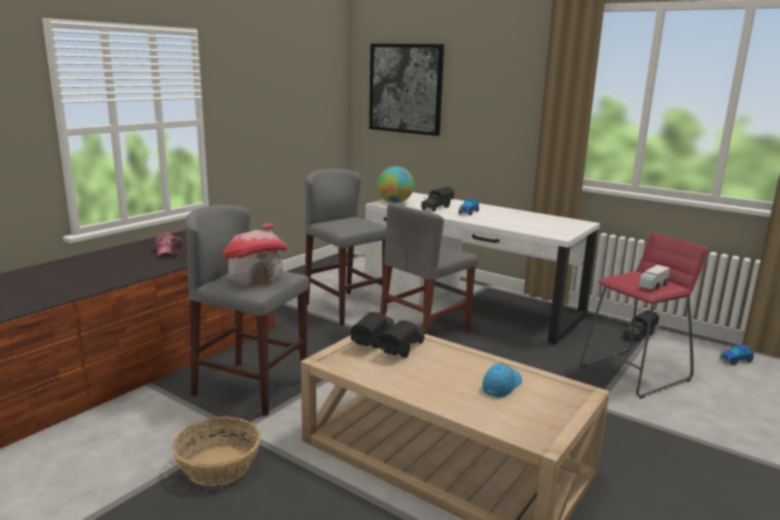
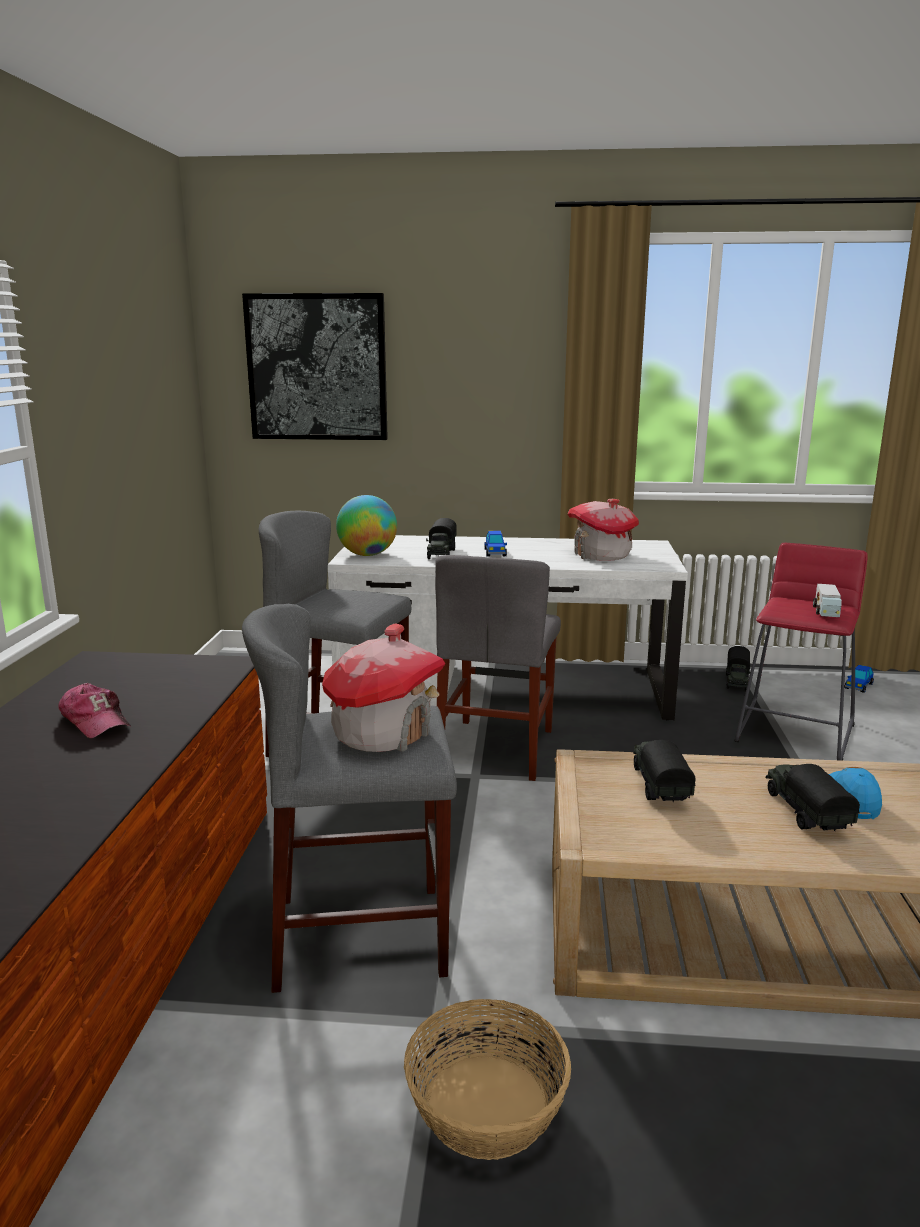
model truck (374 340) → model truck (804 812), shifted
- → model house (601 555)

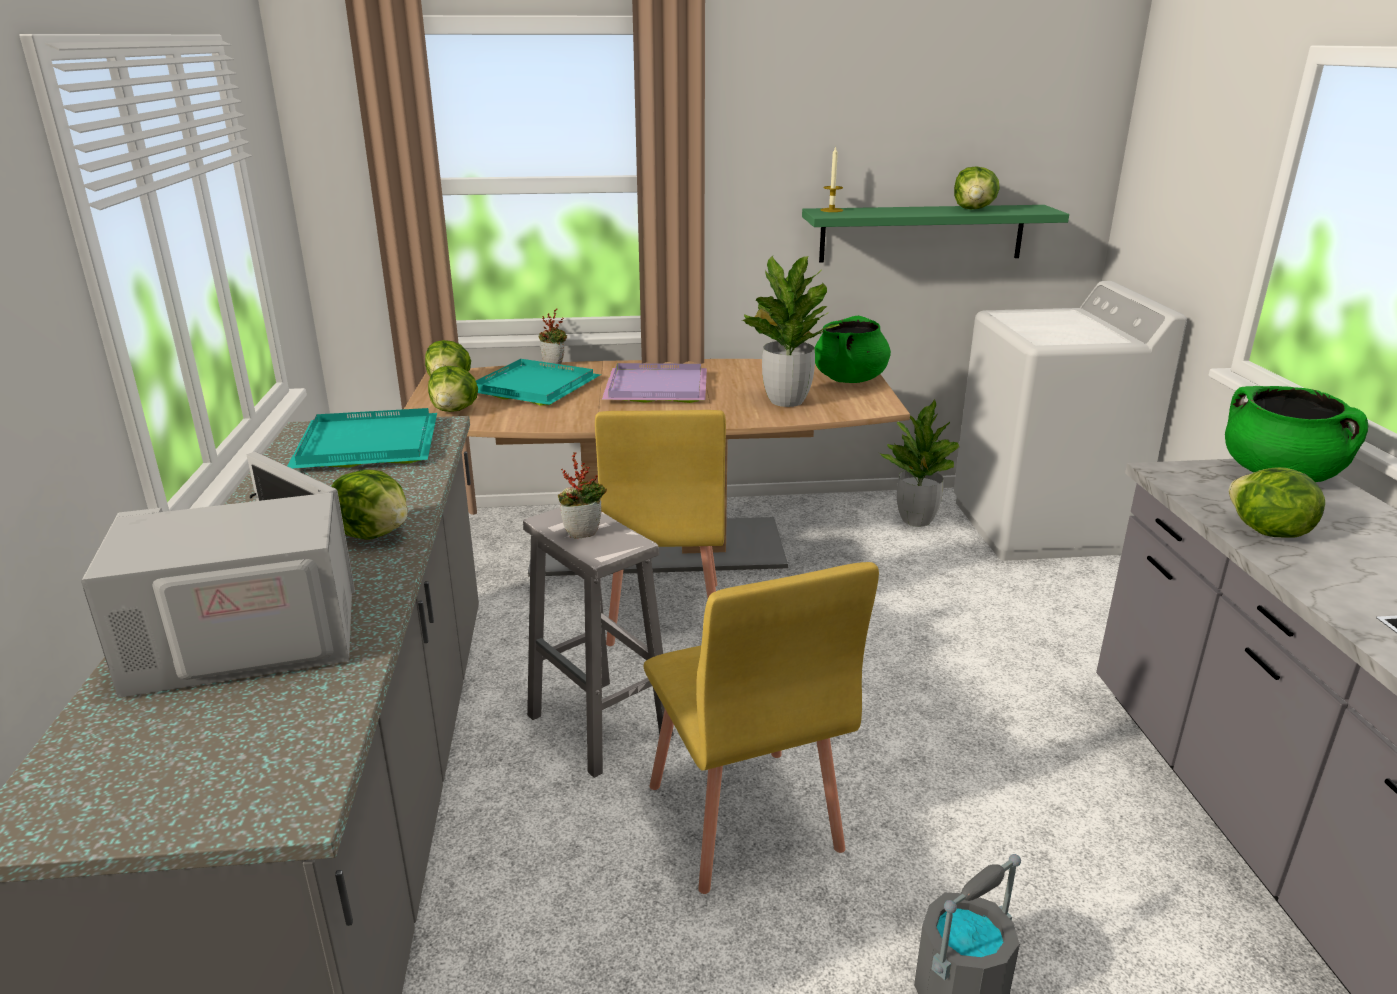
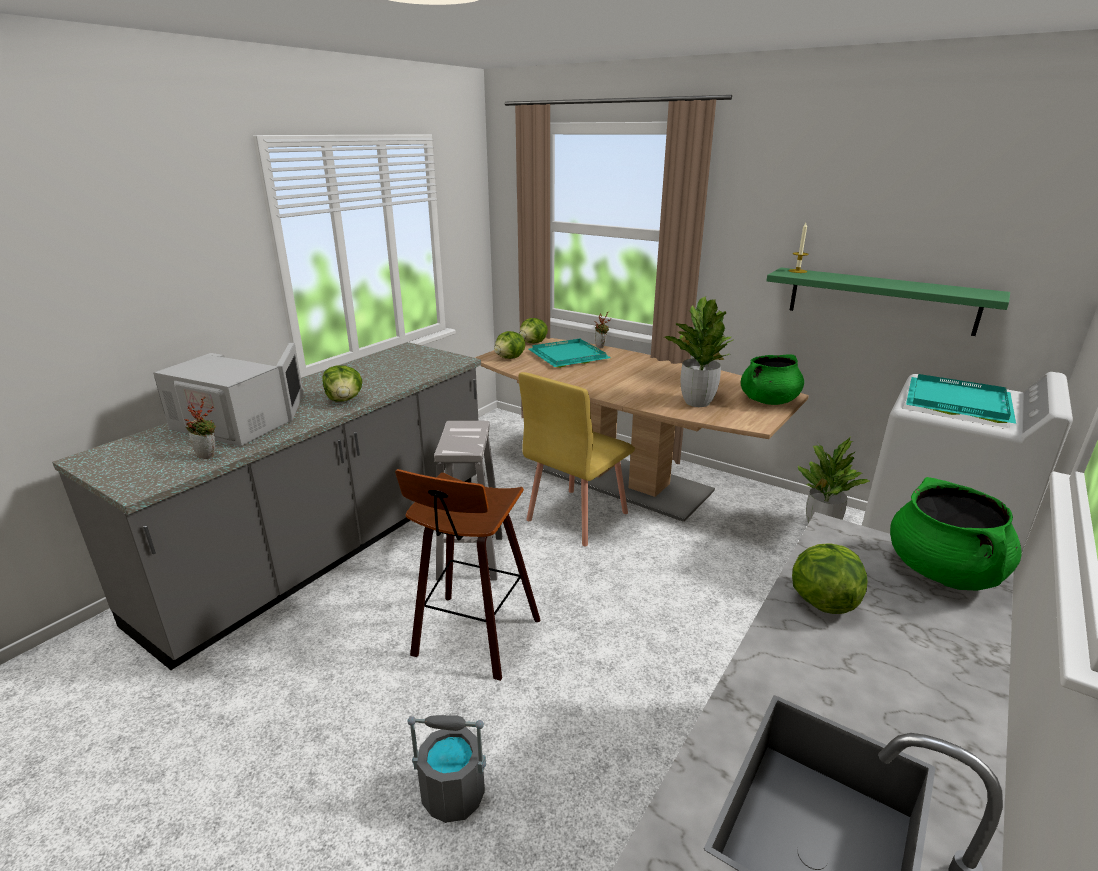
carrying tray (turquoise-coloured) (369 445) → carrying tray (turquoise-coloured) (960 403), shifted
plant in a pot (584 533) → plant in a pot (209 455), shifted
carrying tray (purple) (654 387) → -
plain chair (yellowish) (742 818) → stool (473 639)
lettuce (973 209) → -

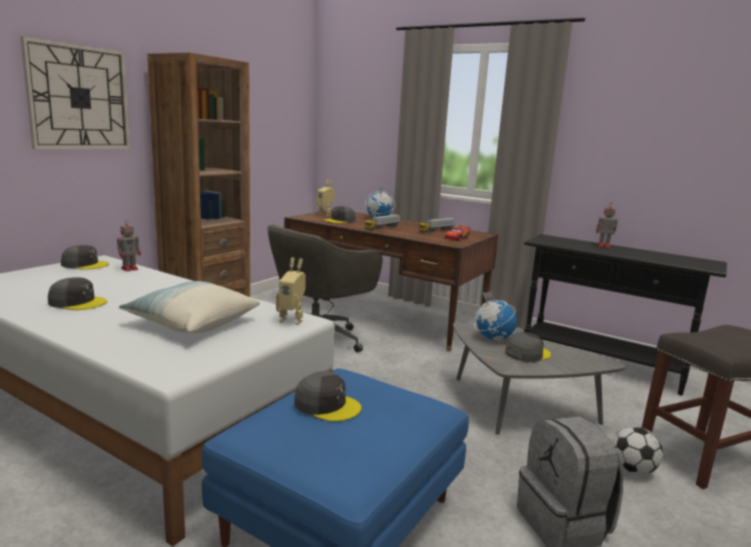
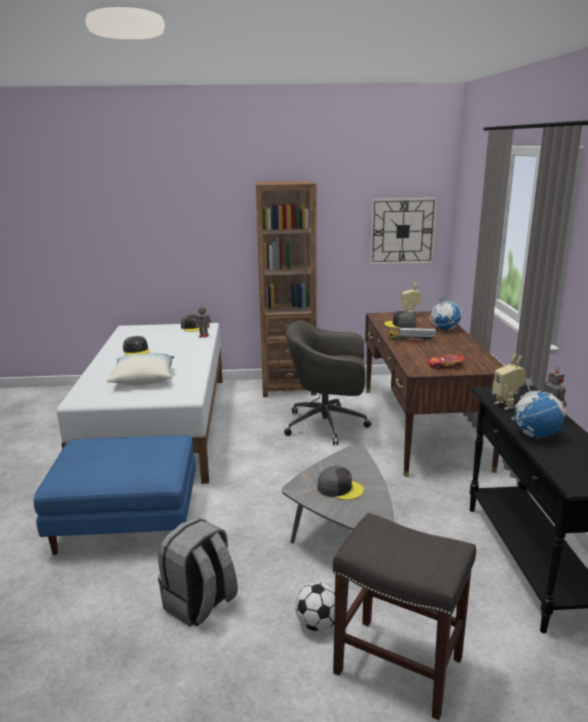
wall clock (79 98) → wall clock (402 231), shifted
model robot (292 320) → model robot (506 405), shifted
baseball cap (gray) (327 405) → -
model truck (436 231) → -
world globe (493 338) → world globe (535 434), shifted

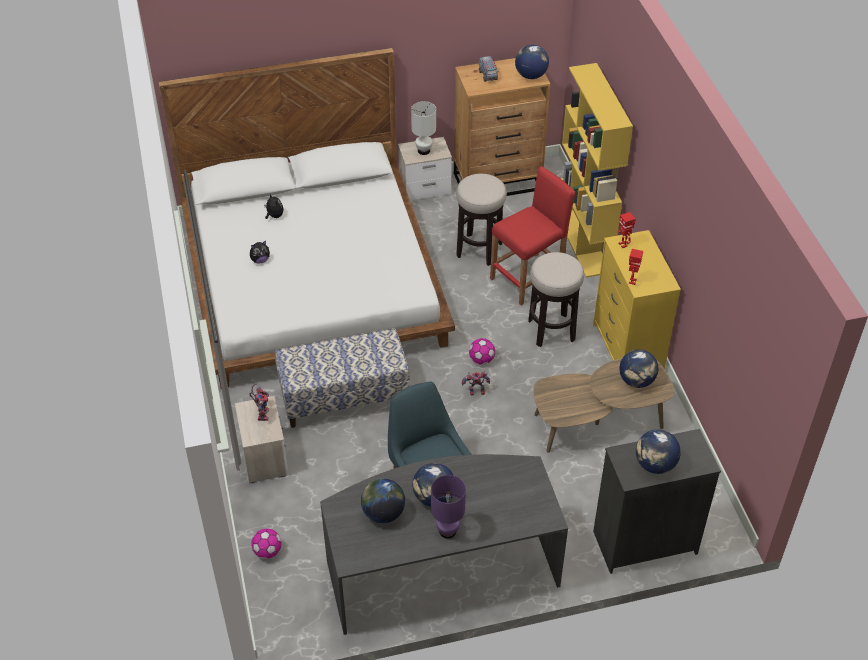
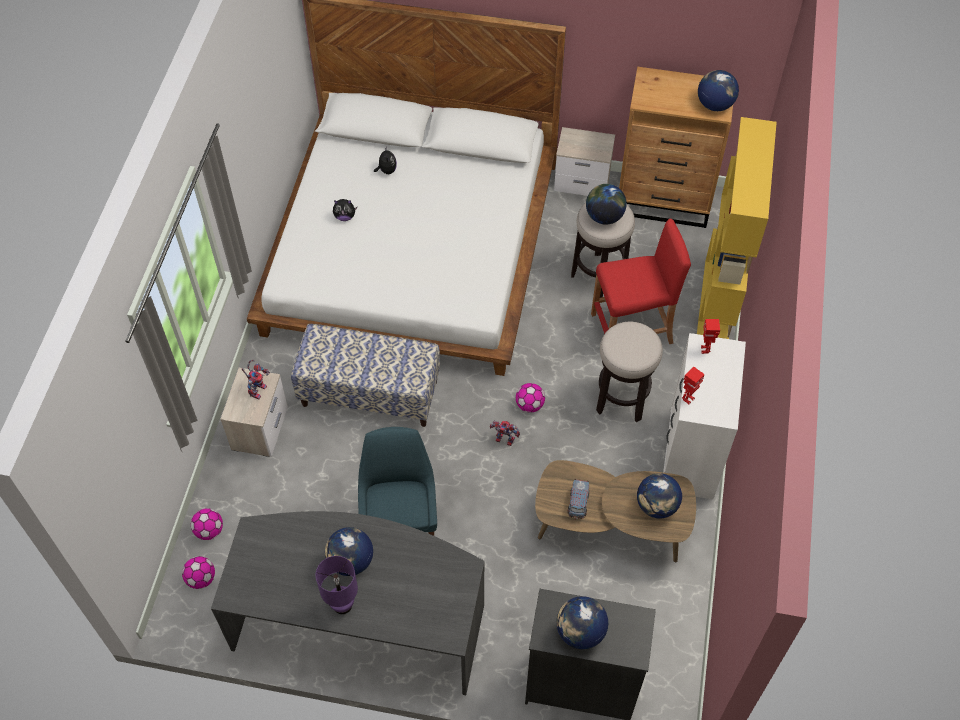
world globe (383 513) → world globe (604 216), shifted
tabletop lamp (whitish) (424 151) → -
model truck (488 75) → model truck (578 504), shifted
dresser (yellowish) (626 349) → dresser (whitish) (690 454)
- → football ball (201 579)

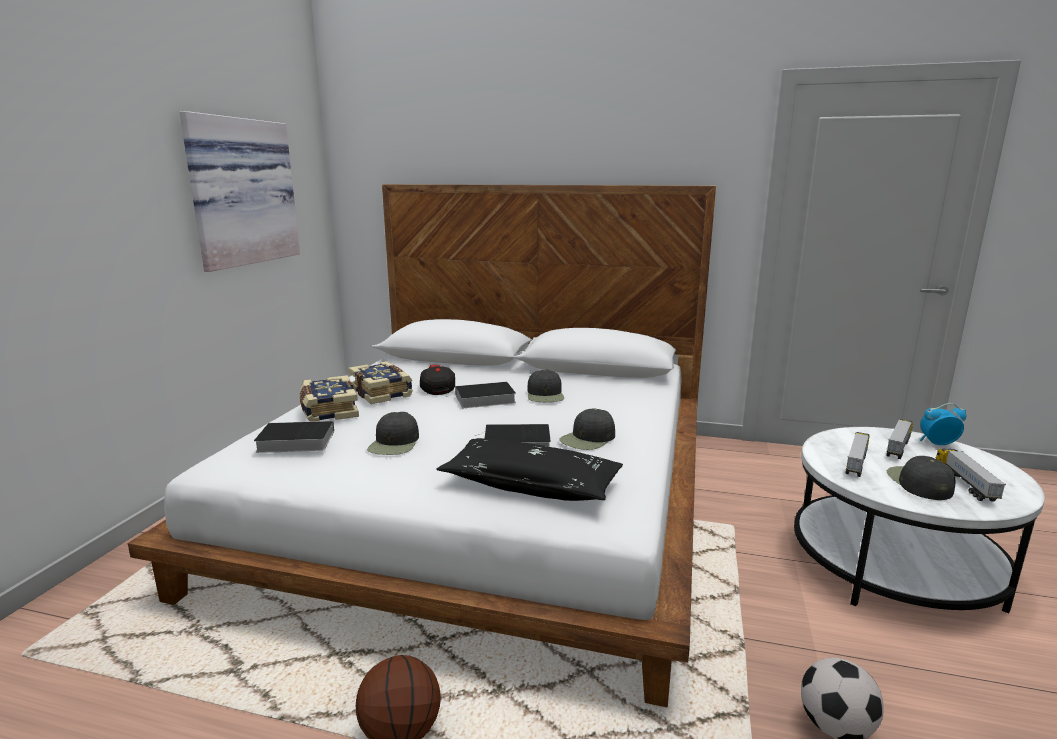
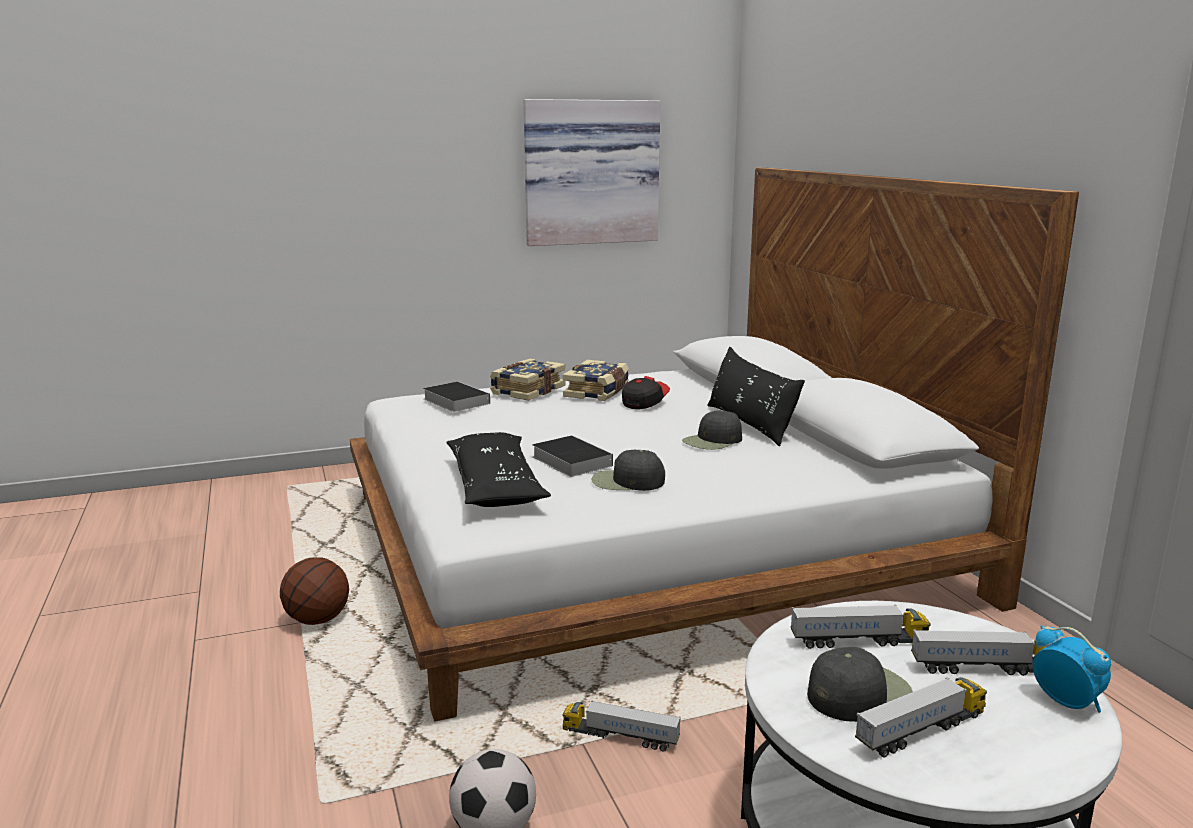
baseball cap (black) (394 443) → -
book (483 399) → -
- → model truck (620 737)
- → pillow (black) (749 424)

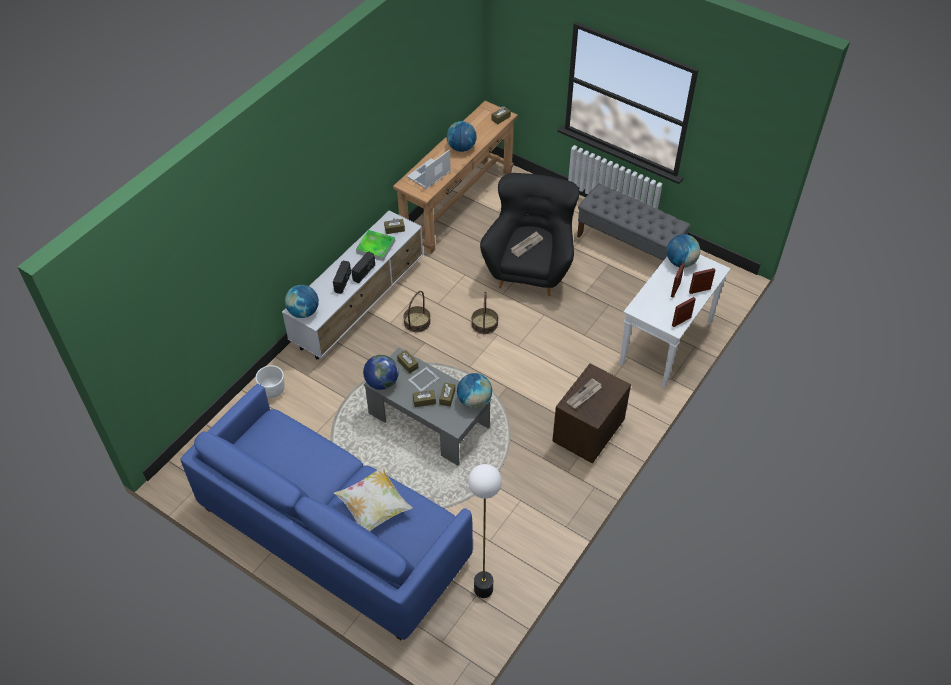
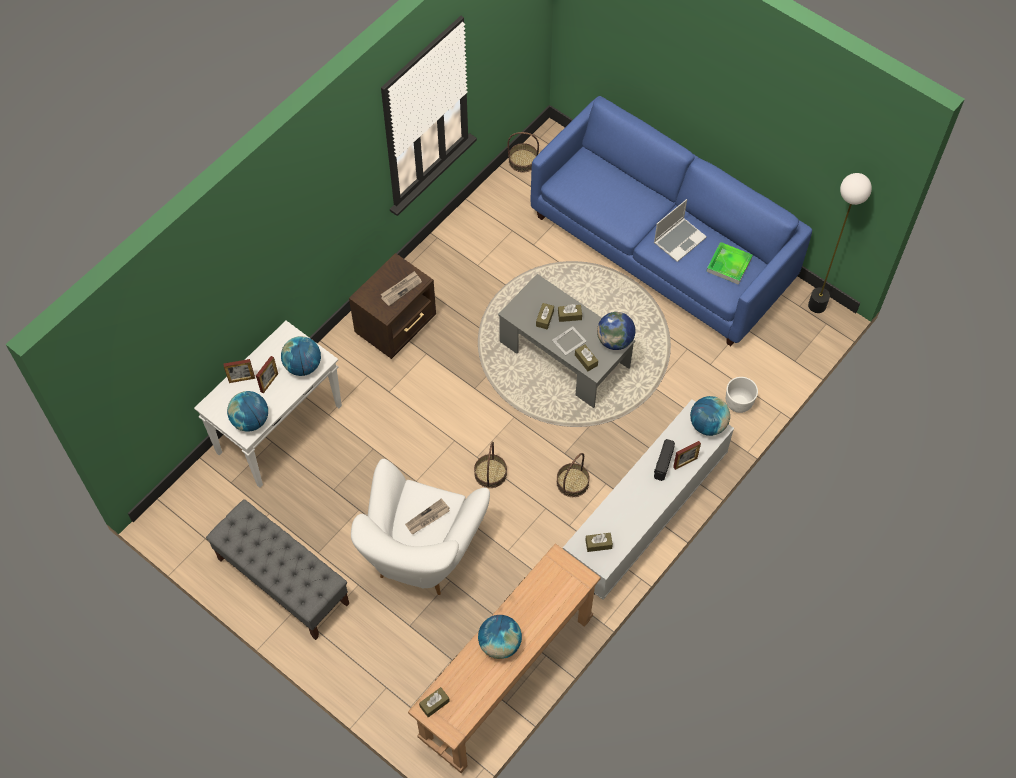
pillow (374 507) → -
radio set (364 272) → -
carrying tray (376 247) → carrying tray (729 265), shifted
notebook computer (429 175) → notebook computer (679 239), shifted
world globe (474 401) → world globe (303 366), shifted
floor lamp (483 589) → floor lamp (817 305), shifted
armchair (black) (530 268) → armchair (whitish) (421 554)
photo frame (681 321) → photo frame (685 462), shifted
- → household basket (523 160)

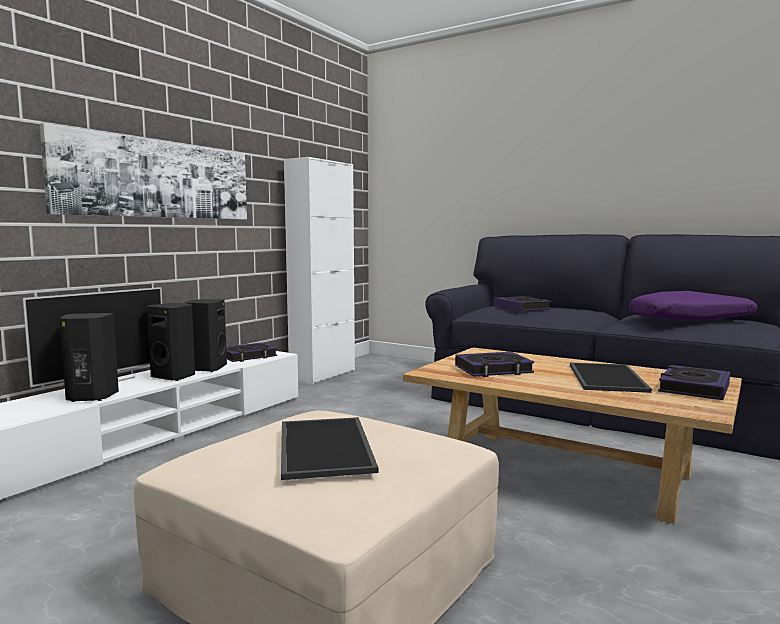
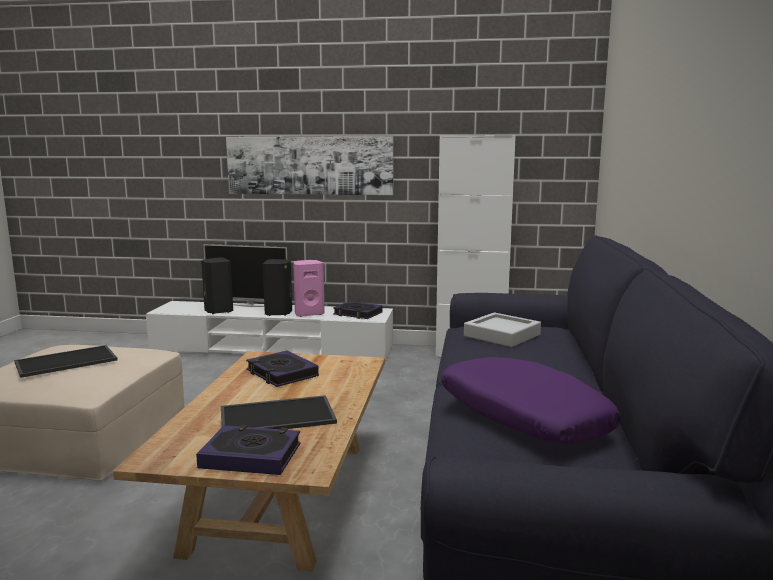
loudspeaker (black) (207 368) → loudspeaker (pink-coloured) (308 313)
book (521 308) → carrying tray (gray) (502 335)

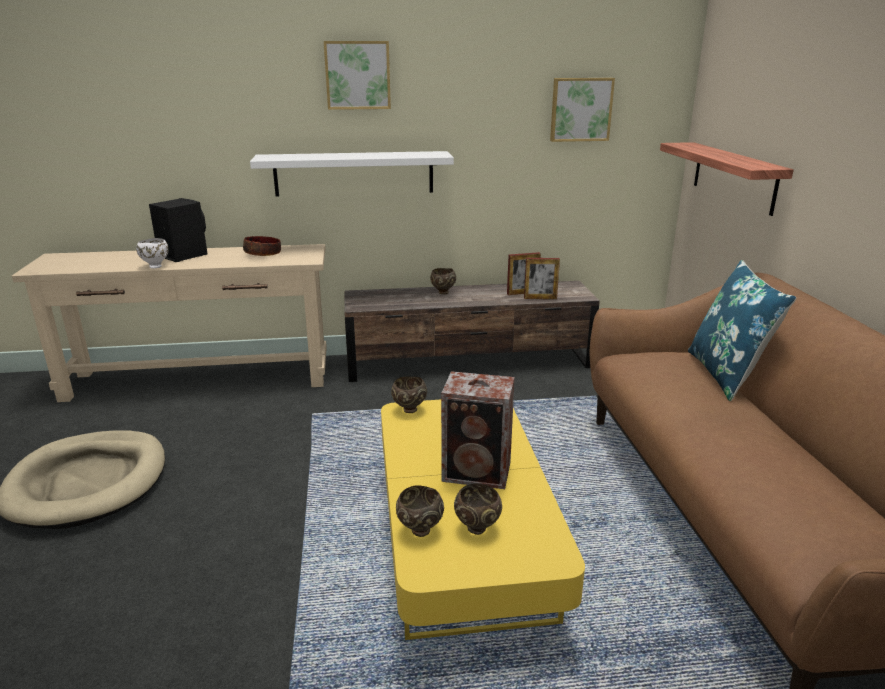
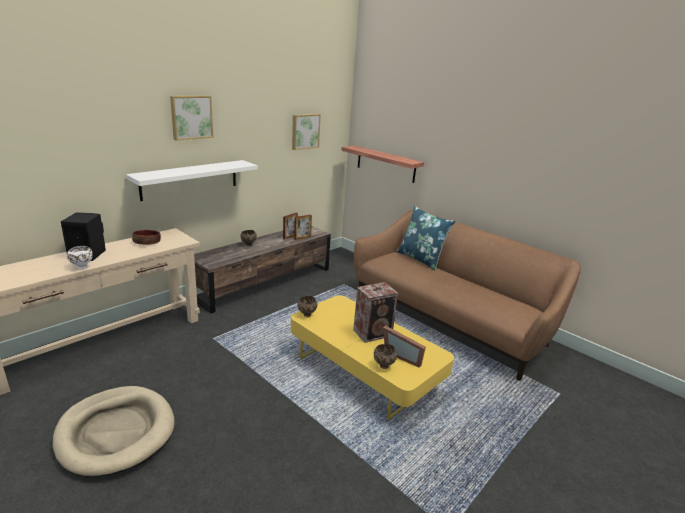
deep dish (brown-coloured) (478 528) → photo frame (402 356)

